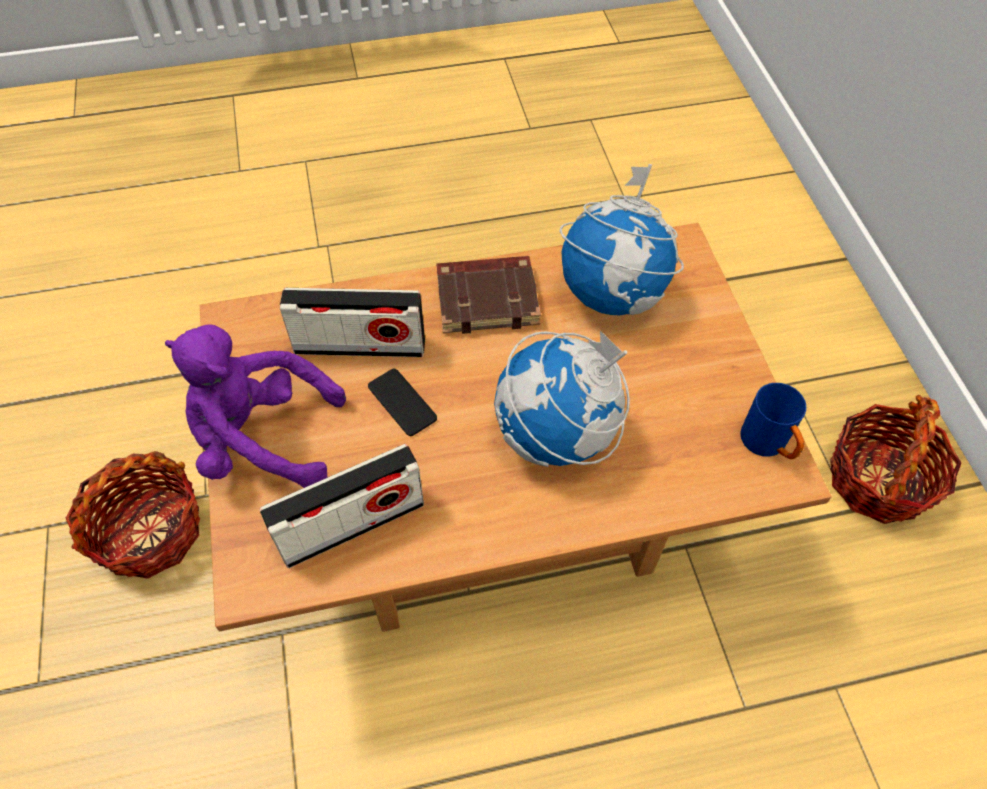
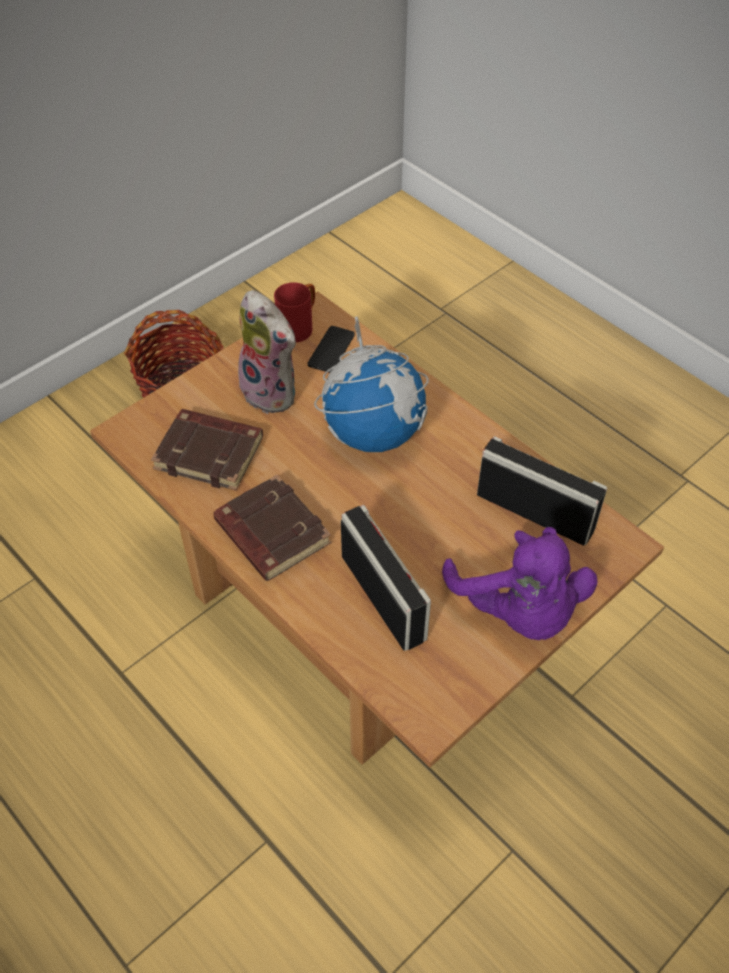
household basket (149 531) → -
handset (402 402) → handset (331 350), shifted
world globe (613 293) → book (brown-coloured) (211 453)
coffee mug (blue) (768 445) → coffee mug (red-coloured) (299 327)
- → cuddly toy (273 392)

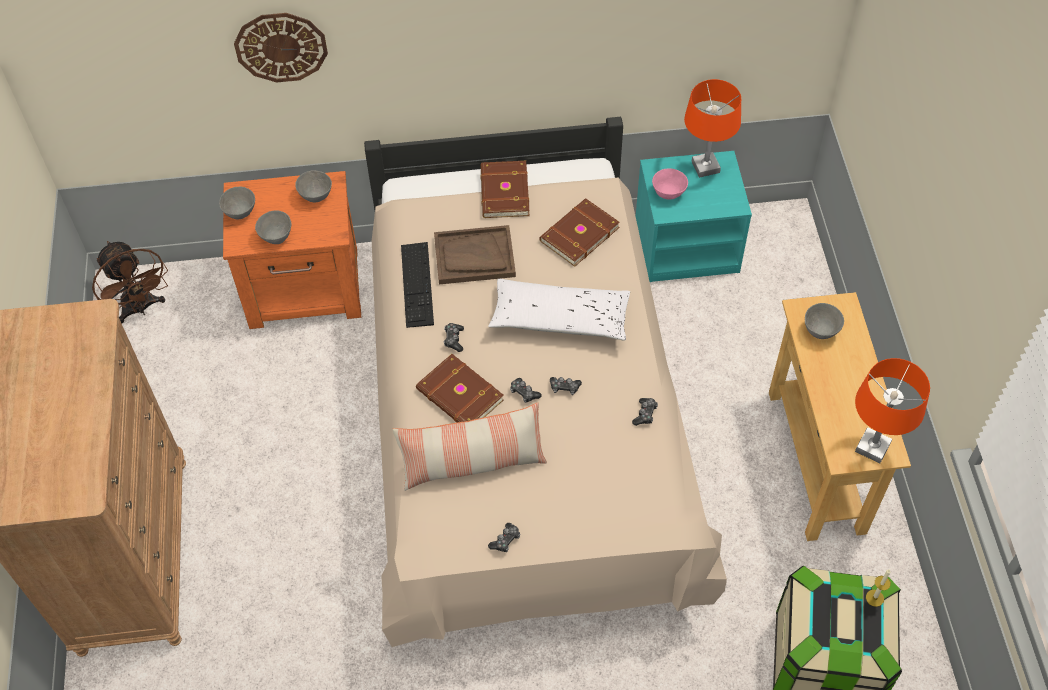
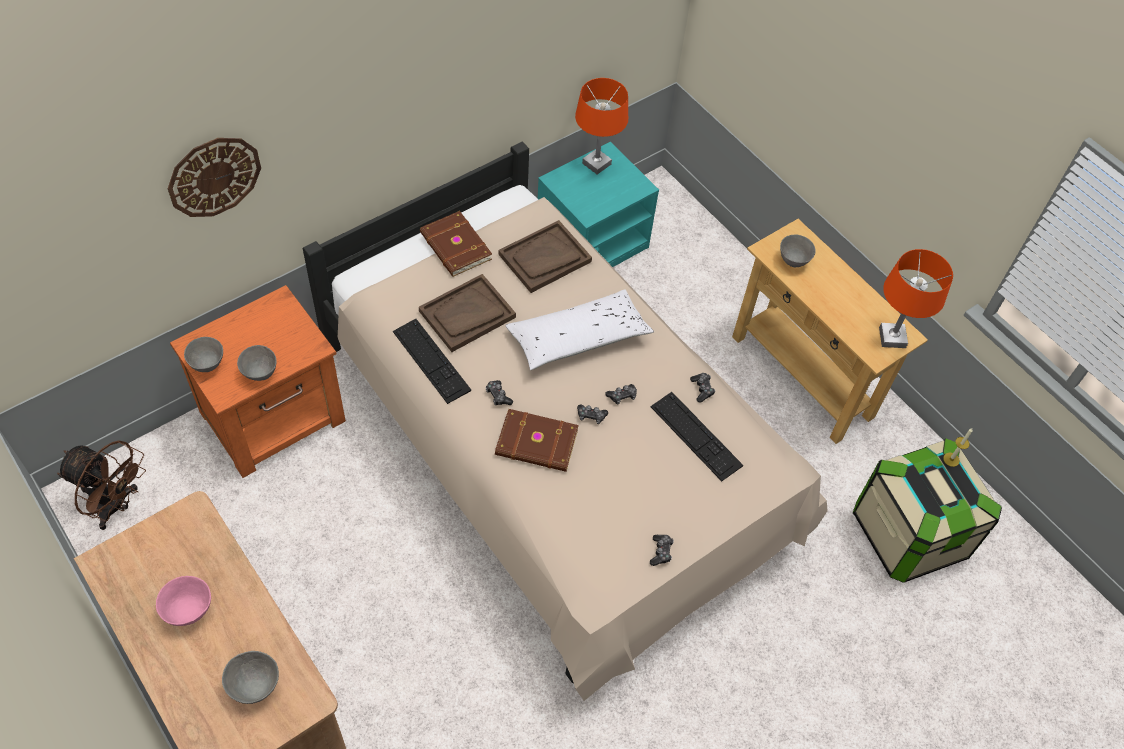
deep dish (gray) (315 197) → deep dish (gray) (254 687), shifted
pillow (472 463) → -
book (brown-coloured) (578 234) → carrying tray (brown-coloured) (544 258)
deep dish (pink-coloured) (668 194) → deep dish (pink-coloured) (189 610), shifted
- → computer keyboard (695 436)

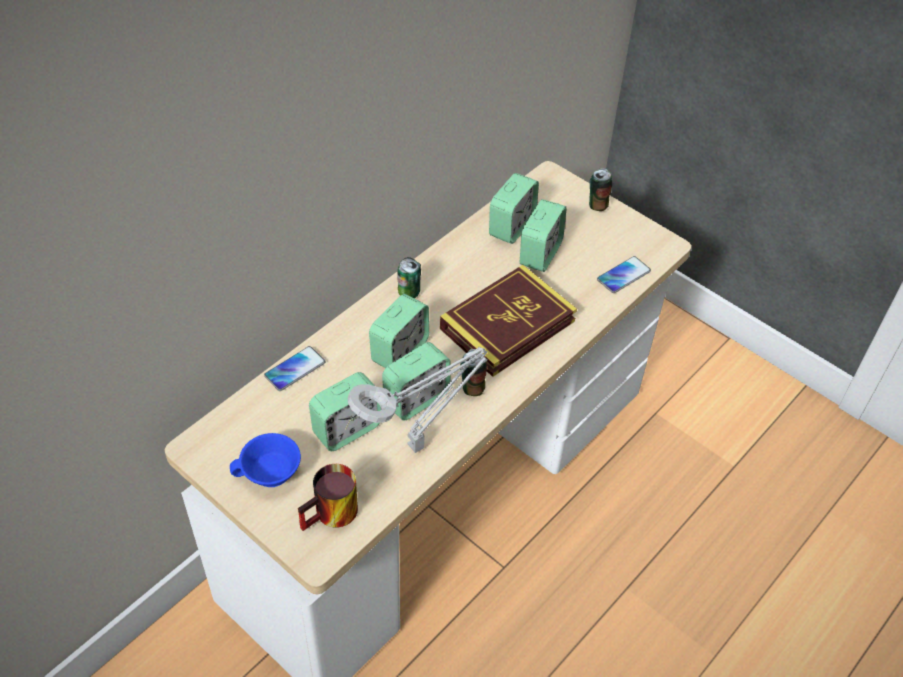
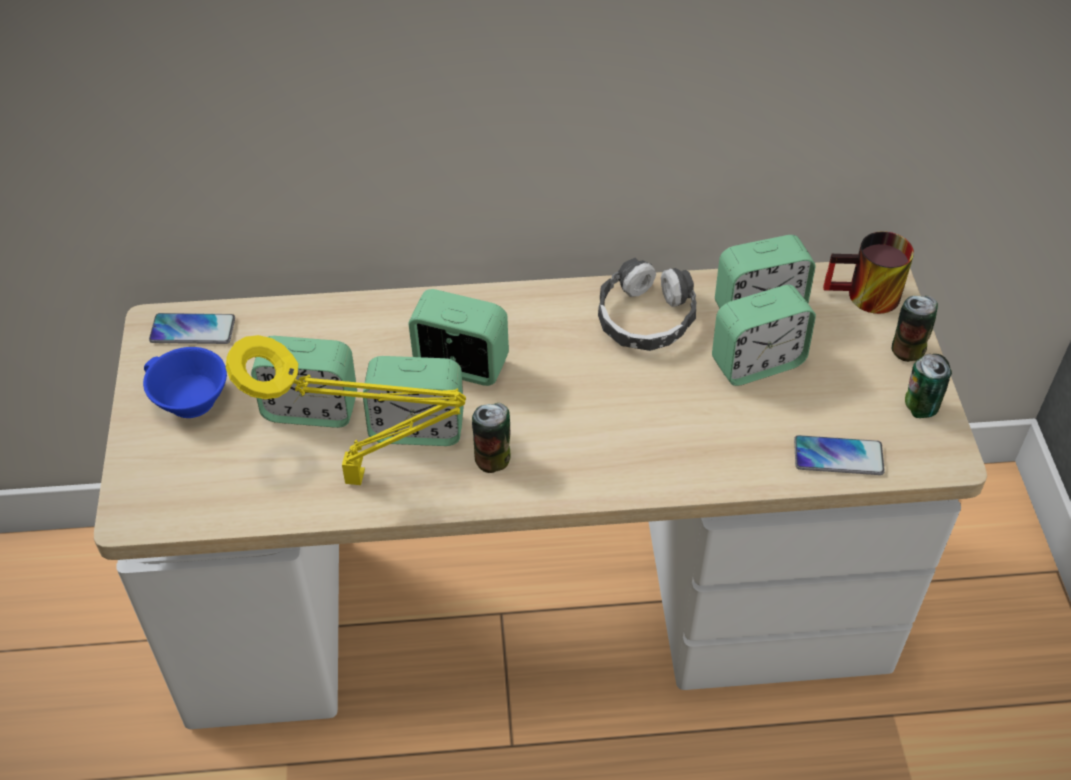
handset (295 369) → handset (193 330), shifted
coffee mug (332 516) → coffee mug (865 298), shifted
tabletop lamp (gray) (420 444) → tabletop lamp (yellowish) (362 479)
alarm clock (399 351) → alarm clock (461 365), 150 degrees counterclockwise
can (408 293) → can (919 407), shifted
book (507 325) → -
- → headphones (645 318)

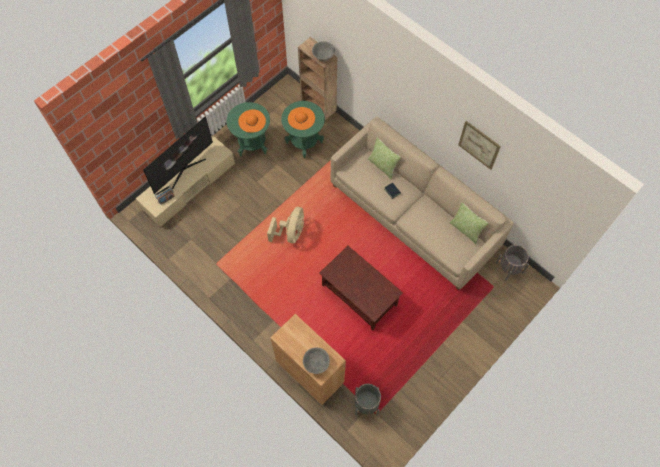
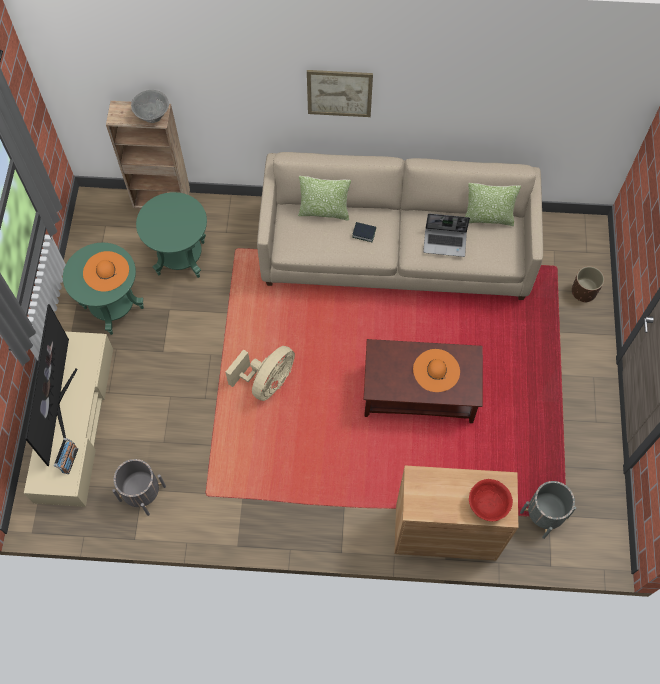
cooling fan (beige-coloured) (291 233) → cooling fan (beige-coloured) (267 382), 60 degrees clockwise
wearable hat (orange) (301 118) → wearable hat (orange) (436 370), shifted
deep dish (gray) (316 363) → deep dish (red-coloured) (487 505)
wall picture (479 145) → wall picture (339 93), shifted
planter (gray) (509 268) → planter (gray) (142 493), shifted
- → notebook computer (445 242)
- → planter (brown-coloured) (583 291)

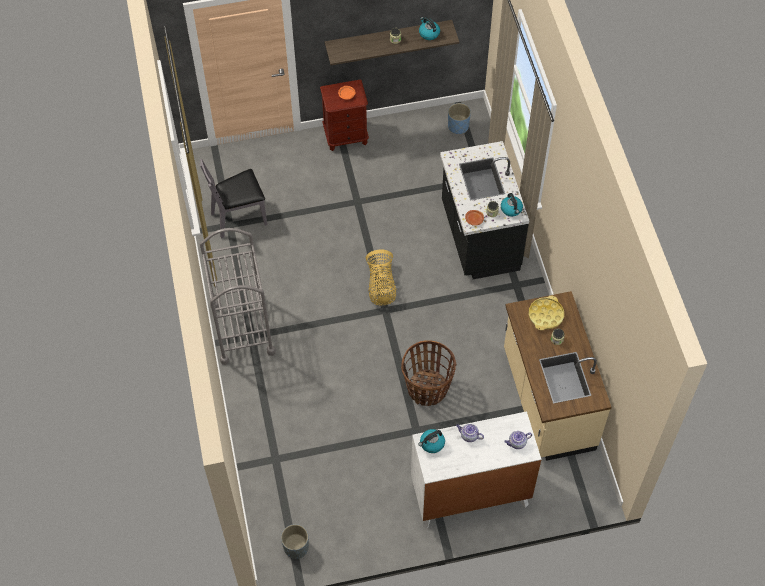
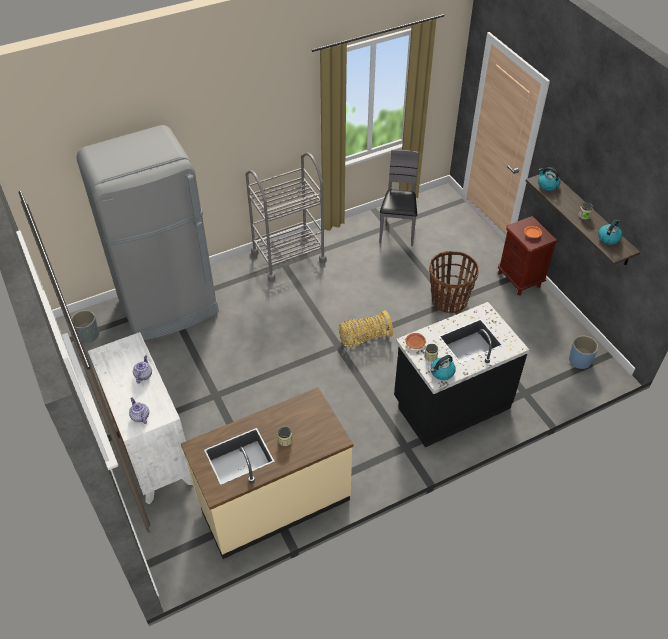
plain chair (gray) (239 218) → plain chair (gray) (397 231), 45 degrees clockwise
household basket (427 389) → household basket (448 301), shifted
tea kettle (431 444) → tea kettle (547 185), shifted
carrying tray (yellowish) (545 315) → -
- → fridge (gray) (169 307)

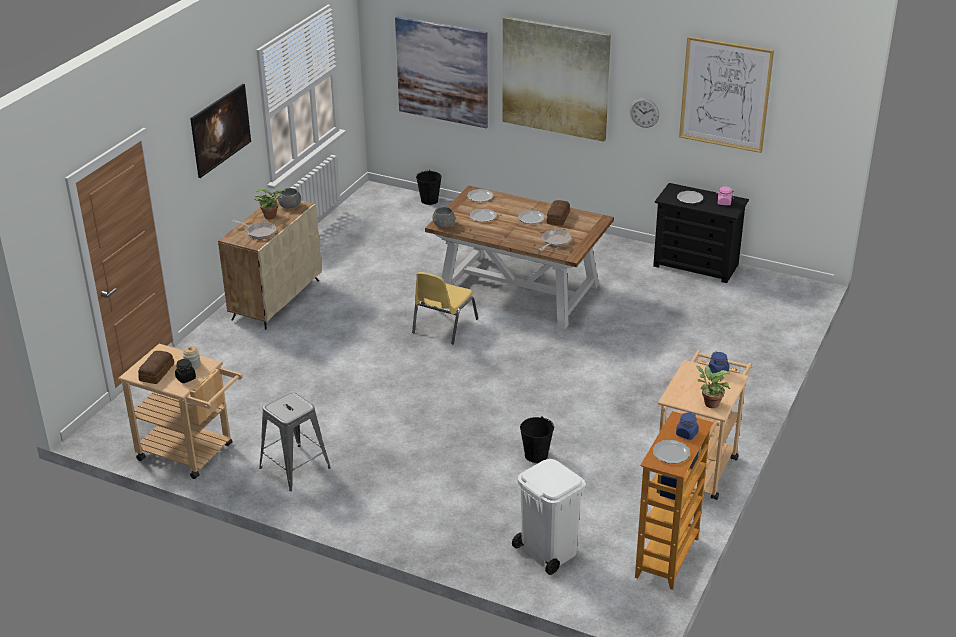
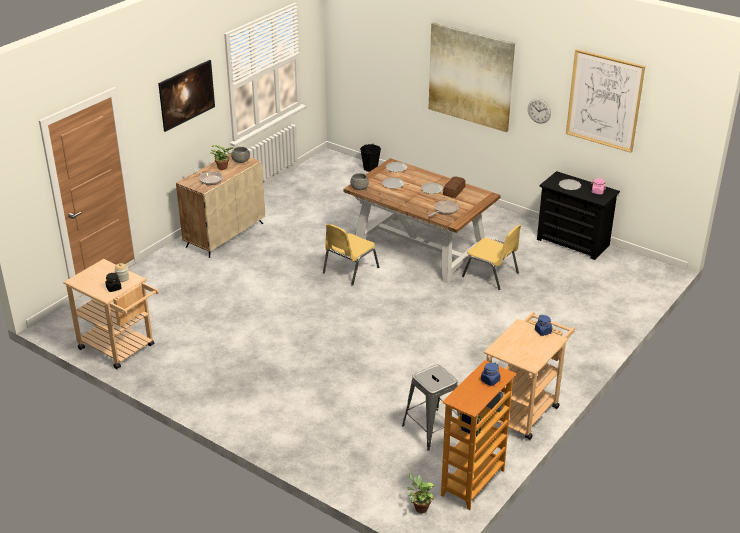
bread (156 373) → -
stool (gray) (295 468) → stool (gray) (433 429), shifted
wall picture (442 72) → -
rubbish bin (whitish) (548 551) → -
pail (black) (536 455) → -
dinner plate (671 453) → -
plant in a pot (709 403) → plant in a pot (419 508), shifted
- → plain chair (yellowish) (491 275)

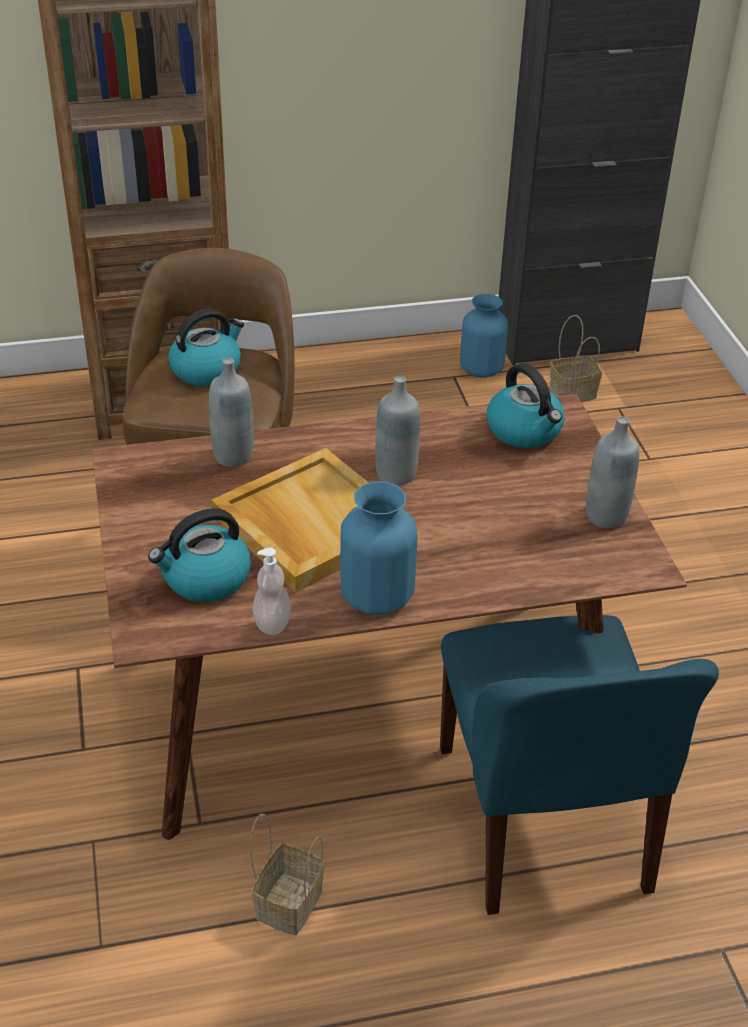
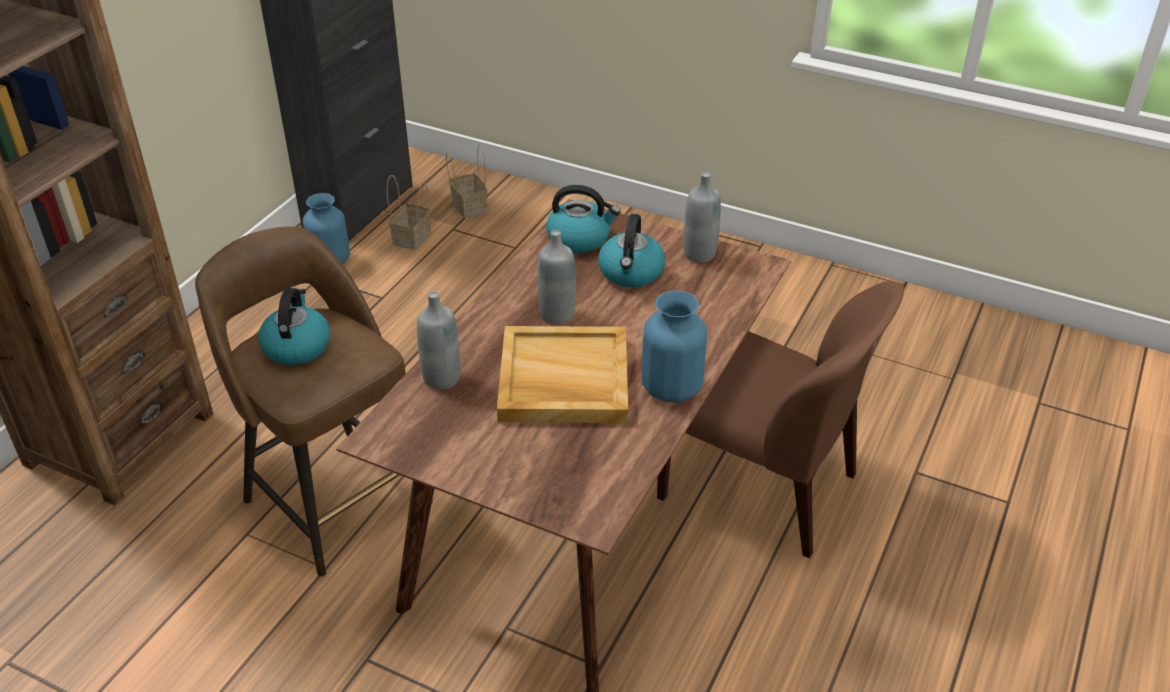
tea kettle (205 579) → tea kettle (631 273), shifted
household basket (289 901) → household basket (468 206), shifted
soap dispenser (272 623) → -
plain chair (blue) (544 822) → plain chair (brown-coloured) (762 488)

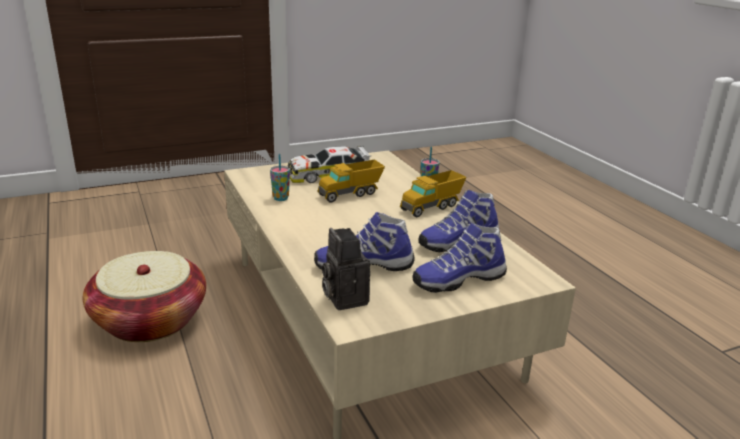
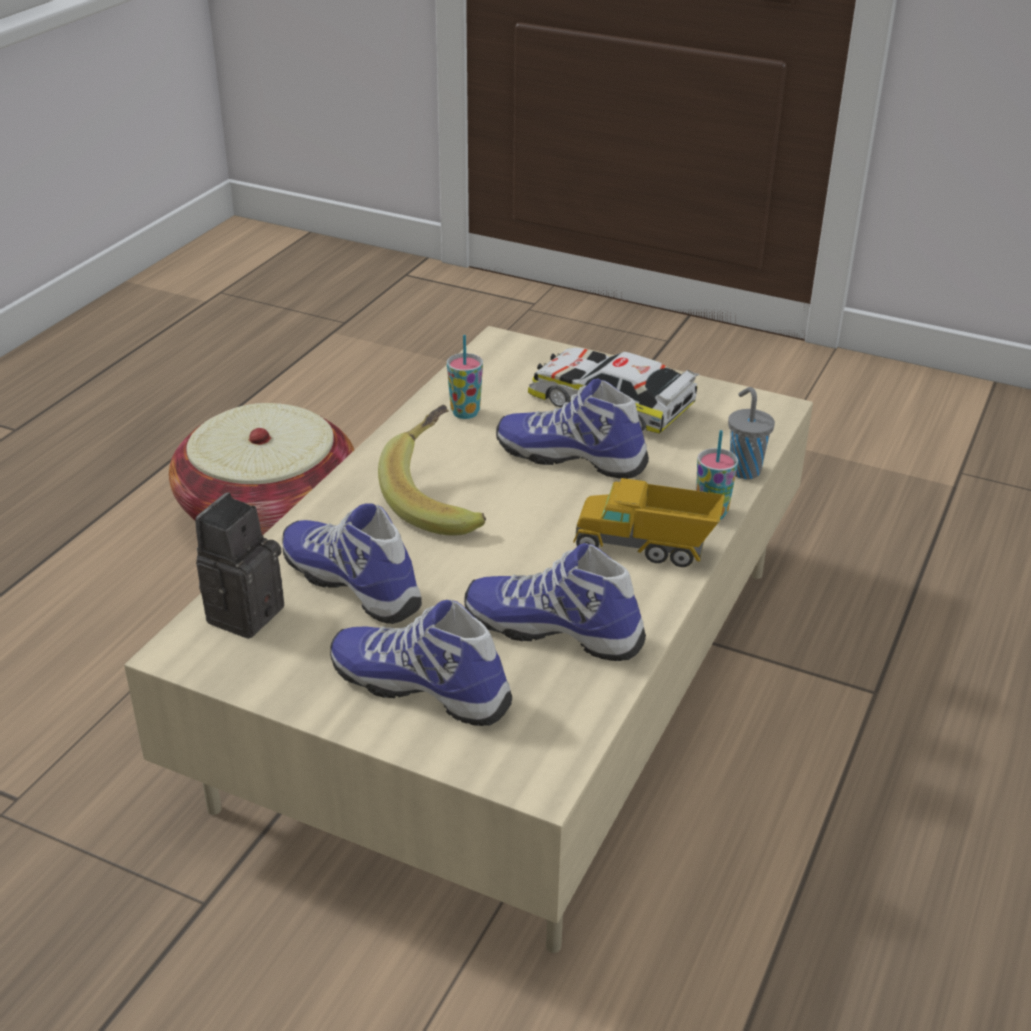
model truck (350 194) → item of footwear (572 456)
- → banana fruit (442 498)
- → cup (gray) (743 470)

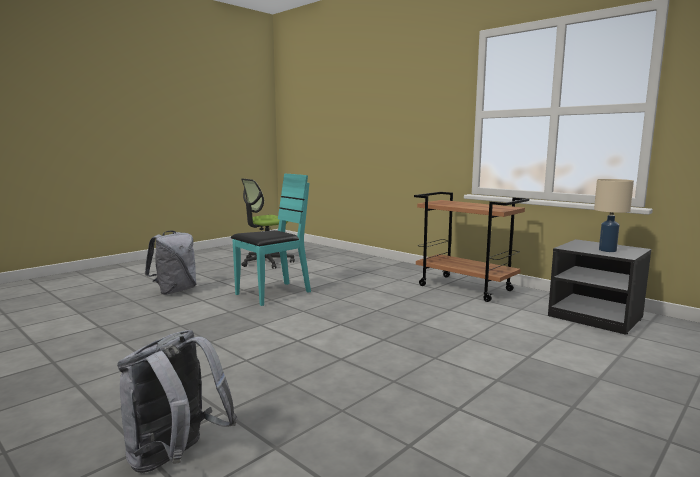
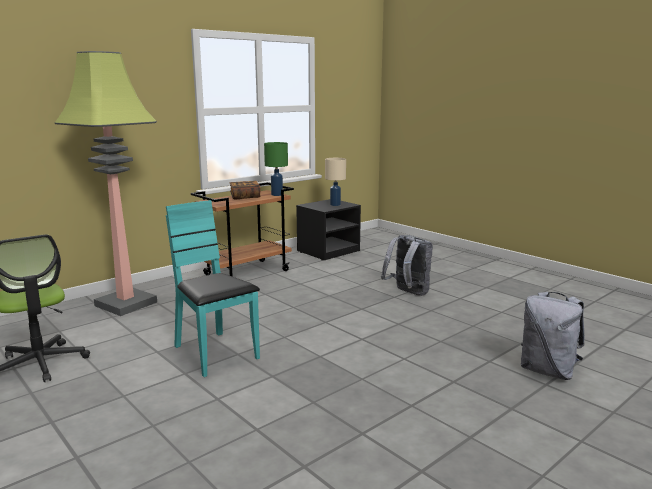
rucksack (gray) (175 291) → rucksack (gray) (408 293), shifted
- → floor lamp (126 303)
- → book (245 197)
- → tabletop lamp (greenish) (276 195)

